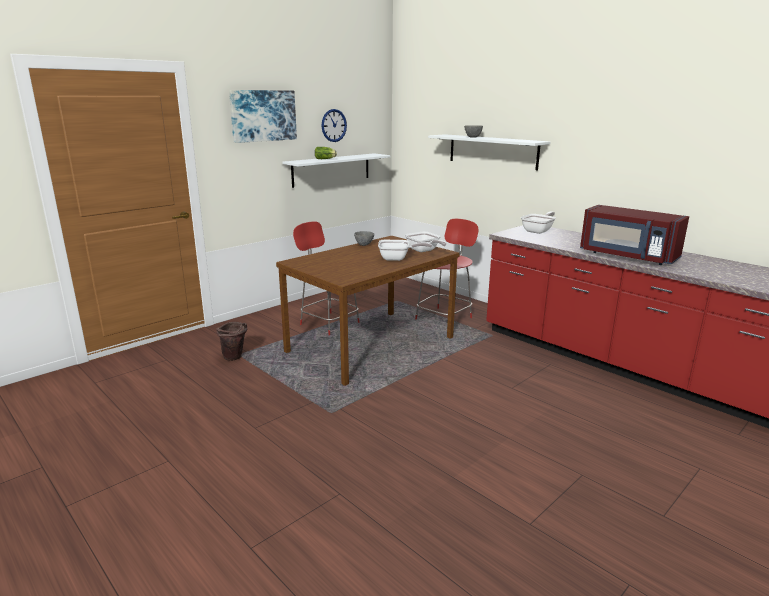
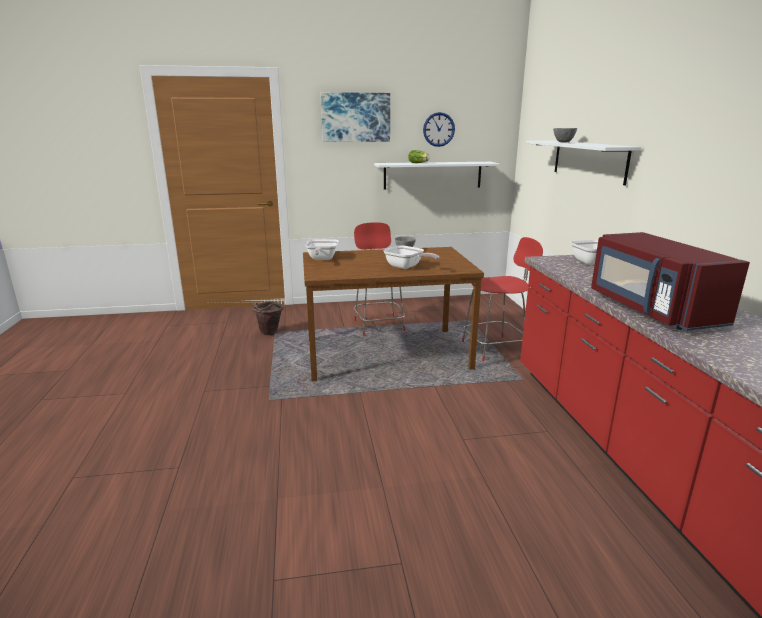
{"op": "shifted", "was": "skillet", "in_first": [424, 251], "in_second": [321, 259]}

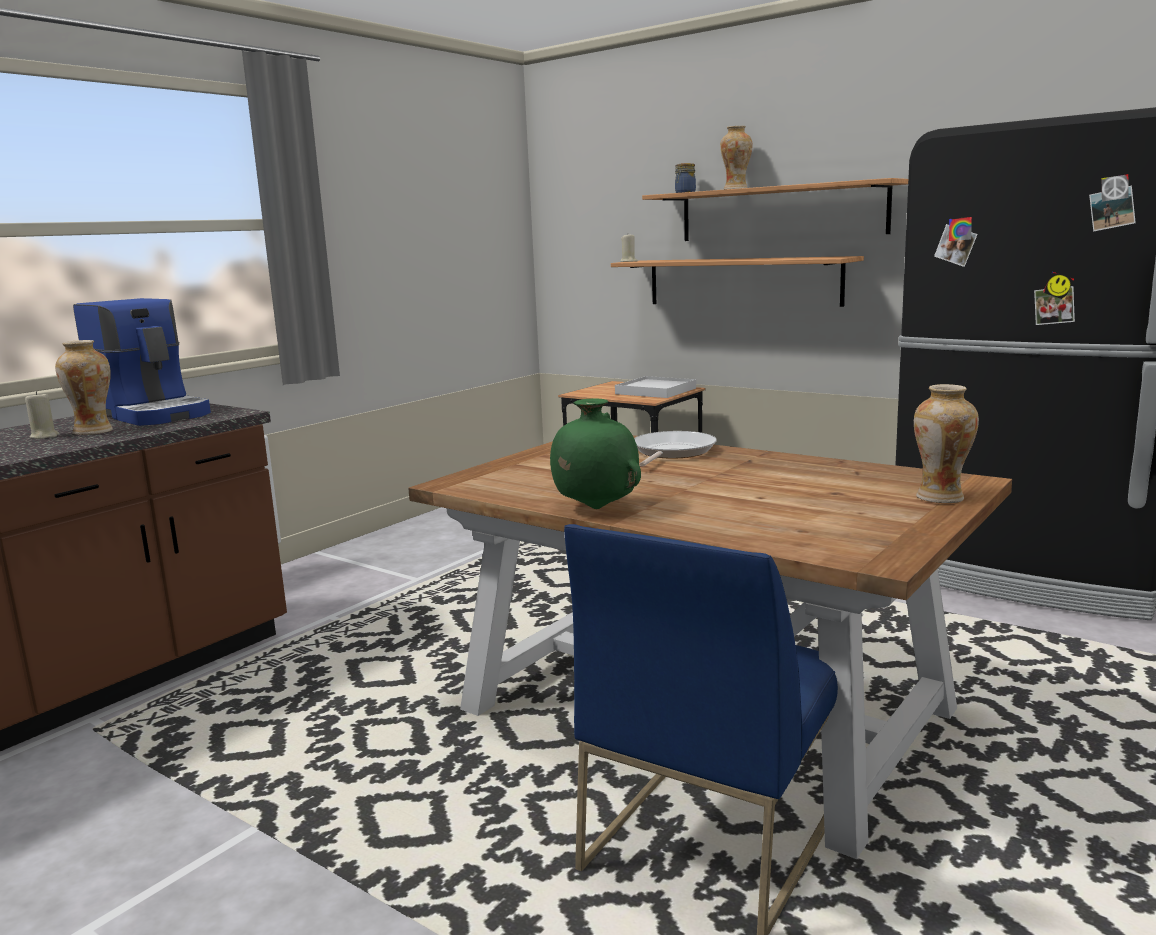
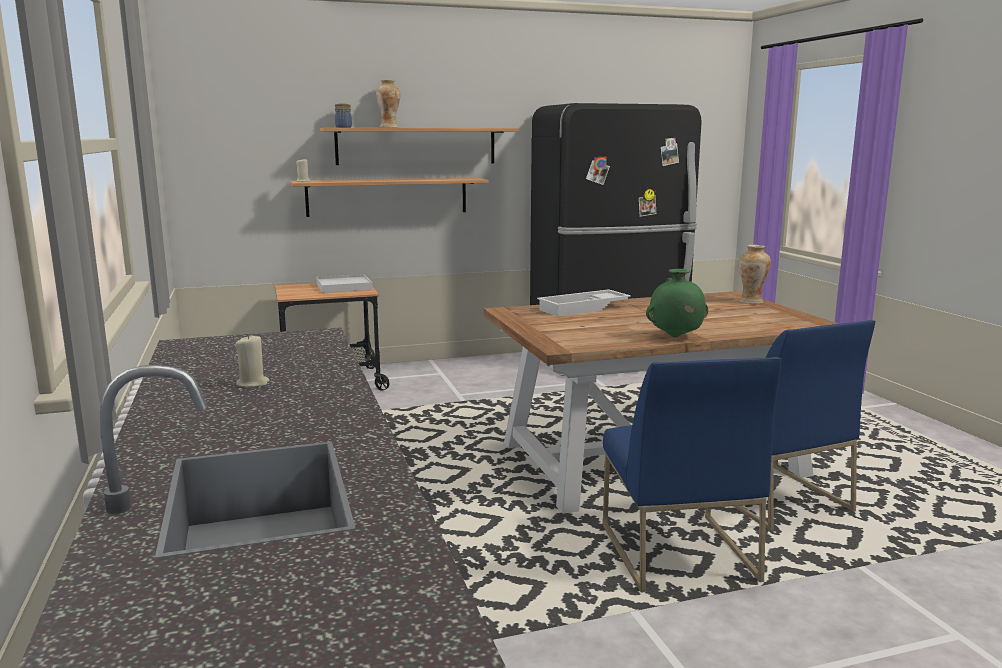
{"op": "gone", "was": "decorative vase", "in_first": [93, 431]}
{"op": "gone", "was": "coffee brewer", "in_first": [153, 413]}
{"op": "swapped", "was": "skillet", "now": "carrying tray (white-coloured)", "in_first": [671, 452], "in_second": [583, 309]}
{"op": "new", "now": "chair (blue-coloured)", "in_second": [675, 551]}

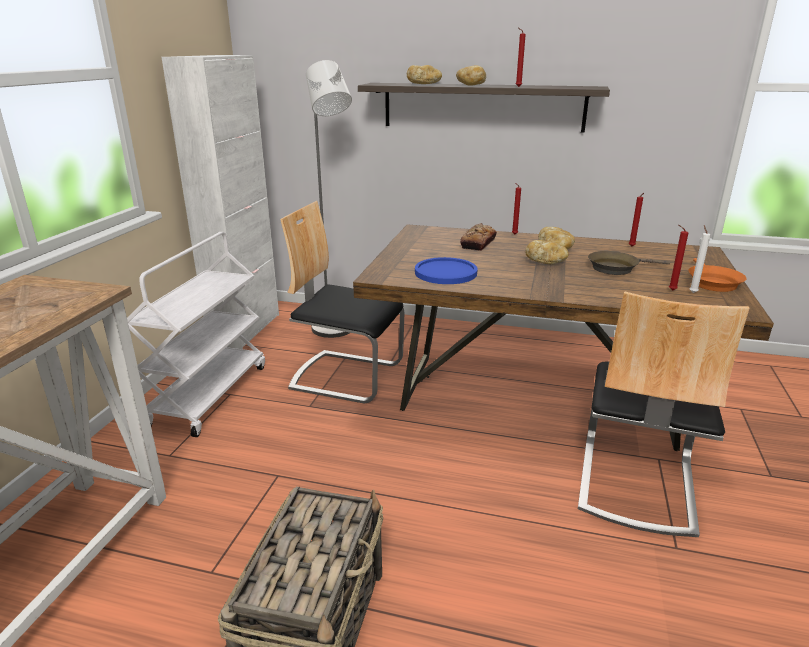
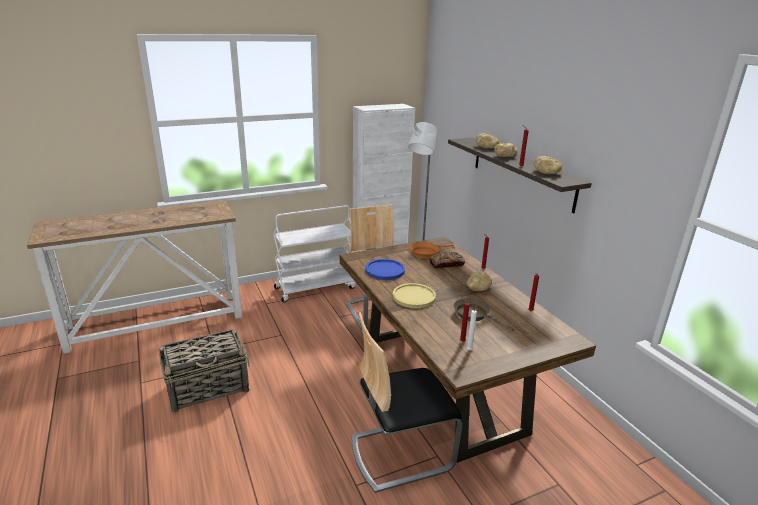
{"op": "shifted", "was": "bread", "in_first": [546, 261], "in_second": [547, 172]}
{"op": "shifted", "was": "skillet (orange)", "in_first": [712, 282], "in_second": [426, 253]}
{"op": "new", "now": "plate (yellow-coloured)", "in_second": [414, 297]}

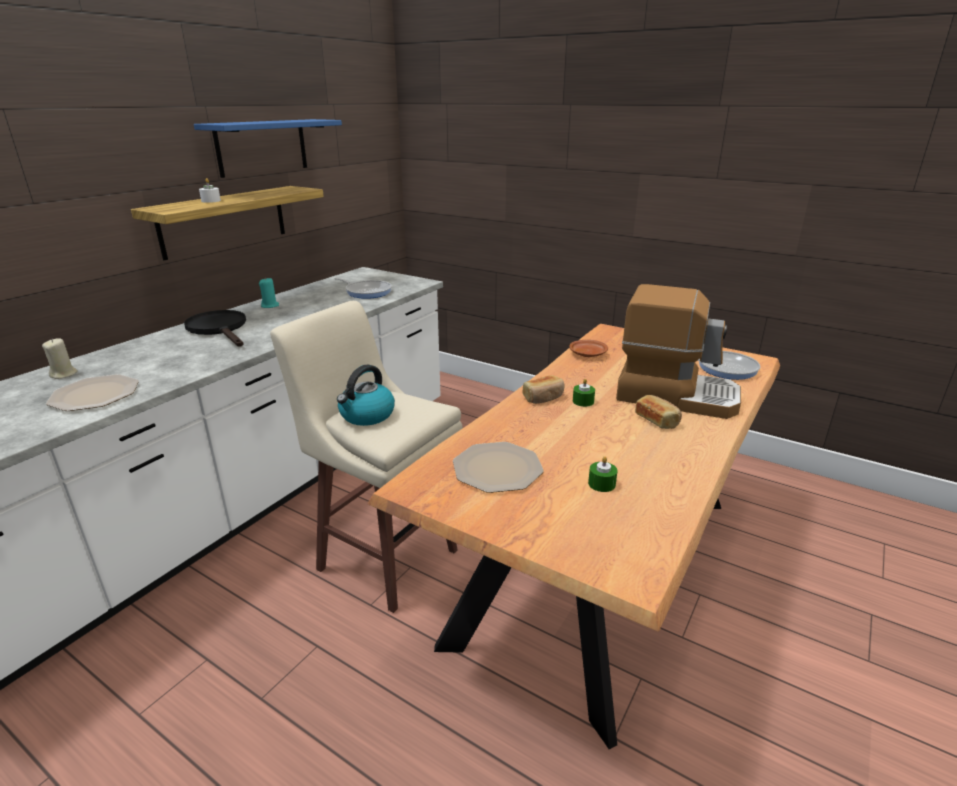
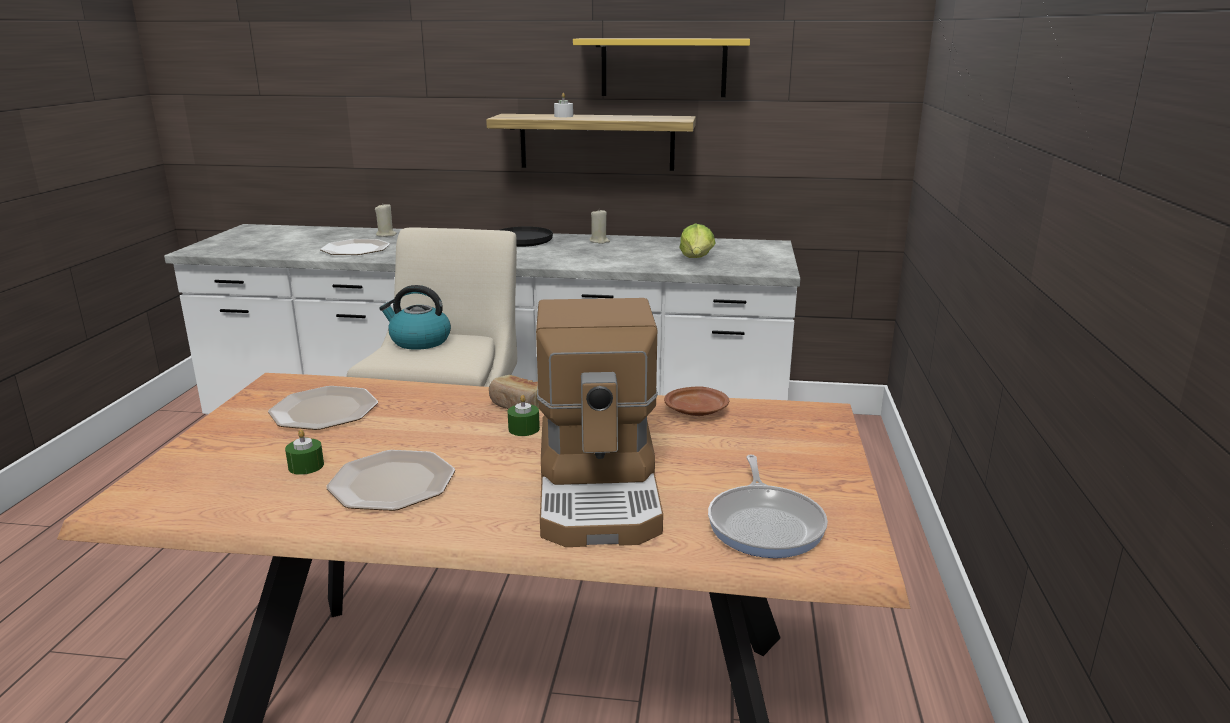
{"op": "repainted", "was": "bracket shelf (blue-coloured)", "now": "bracket shelf (yellow-coloured)", "in_first": [262, 147], "in_second": [663, 67]}
{"op": "repainted", "was": "wax candle (blue-green)", "now": "wax candle (sand-coloured)", "in_first": [270, 305], "in_second": [599, 241]}
{"op": "swapped", "was": "skillet", "now": "head of lettuce", "in_first": [367, 292], "in_second": [697, 259]}
{"op": "gone", "was": "bread", "in_first": [657, 420]}
{"op": "new", "now": "plate", "in_second": [391, 482]}

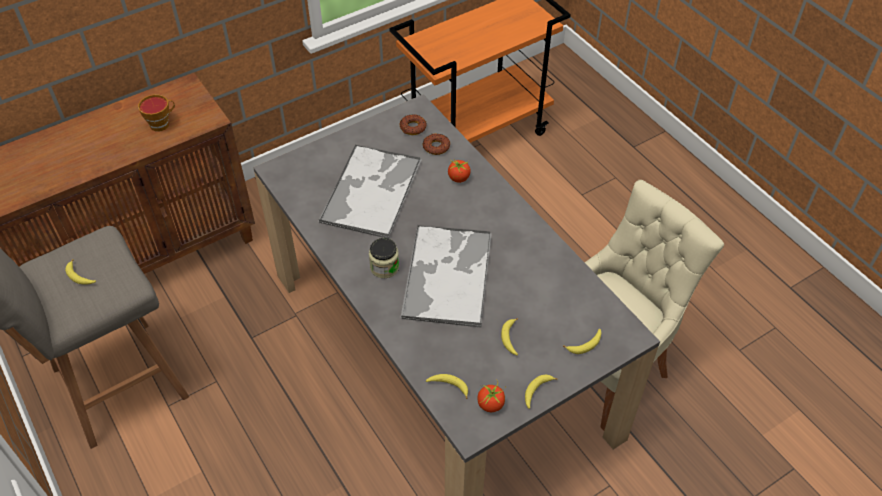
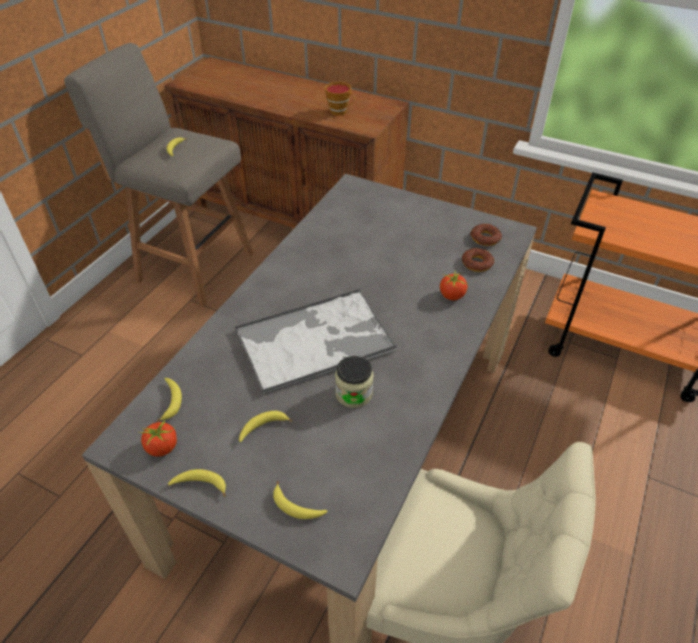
{"op": "gone", "was": "carrying tray", "in_first": [372, 191]}
{"op": "shifted", "was": "preserve jar", "in_first": [384, 267], "in_second": [354, 393]}

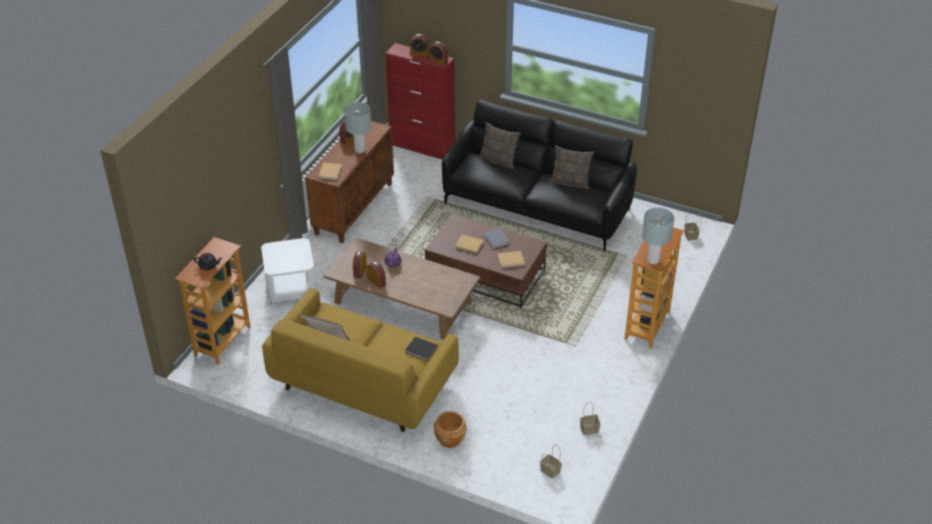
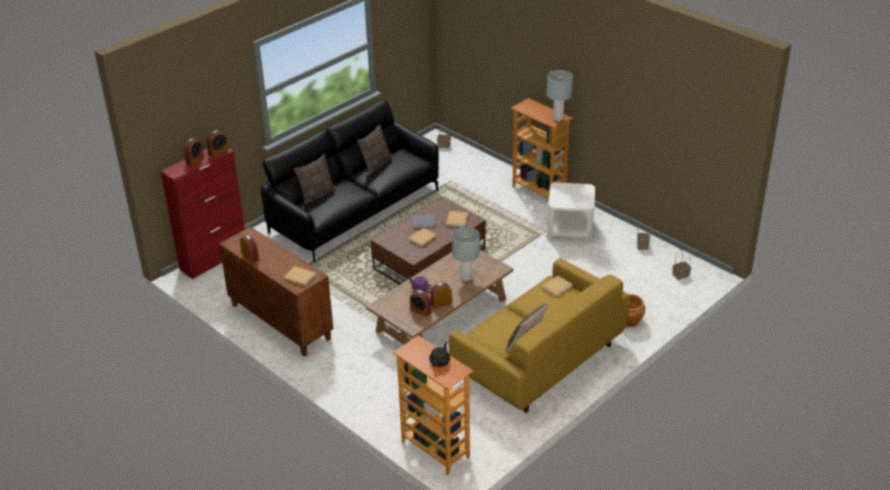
{"op": "shifted", "was": "end table (white-coloured)", "in_first": [291, 288], "in_second": [570, 228]}
{"op": "shifted", "was": "table lamp (gray)", "in_first": [359, 150], "in_second": [466, 277]}
{"op": "repainted", "was": "book (black-coloured)", "now": "book (sand-coloured)", "in_first": [422, 350], "in_second": [557, 287]}

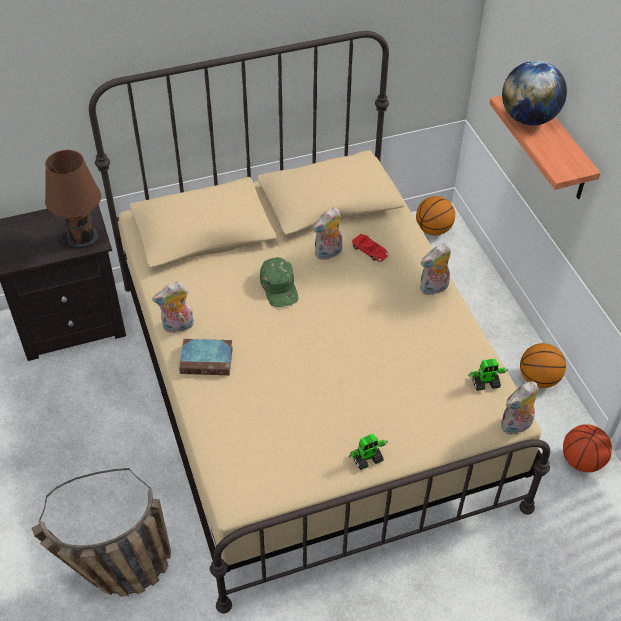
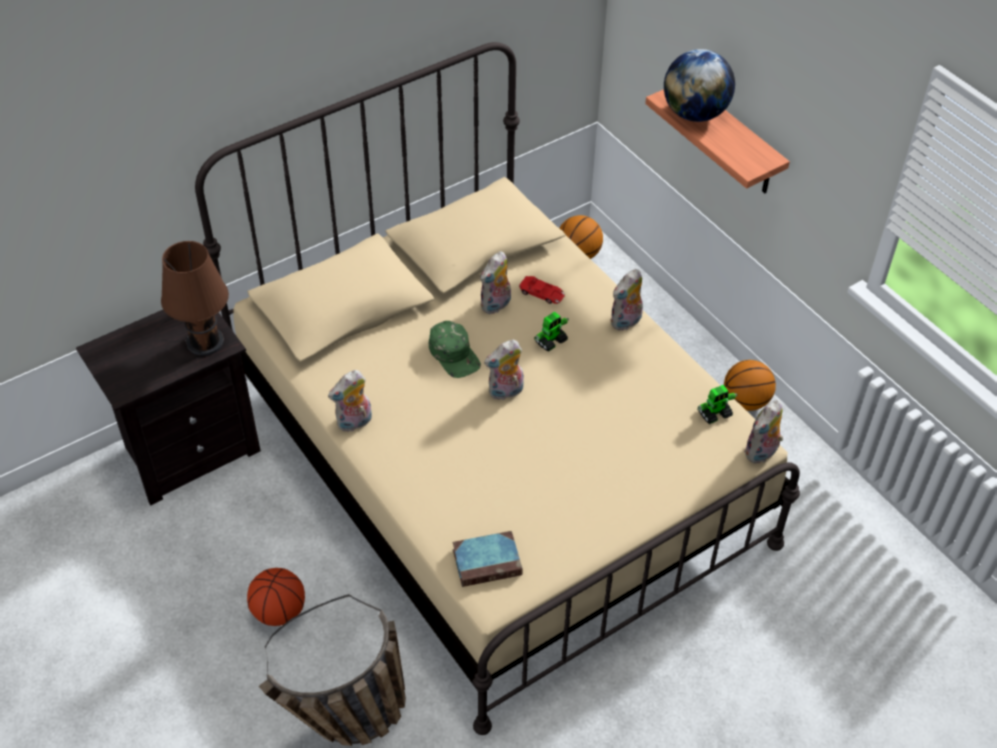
{"op": "shifted", "was": "book", "in_first": [208, 360], "in_second": [488, 561]}
{"op": "shifted", "was": "robot figure", "in_first": [367, 458], "in_second": [551, 341]}
{"op": "shifted", "was": "ball for basketball", "in_first": [581, 460], "in_second": [279, 611]}
{"op": "new", "now": "soft toy", "in_second": [506, 392]}

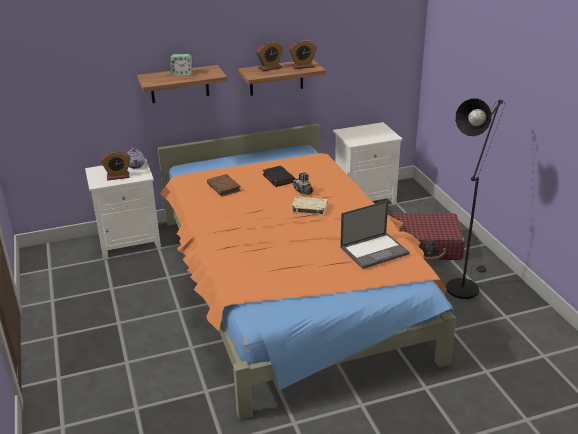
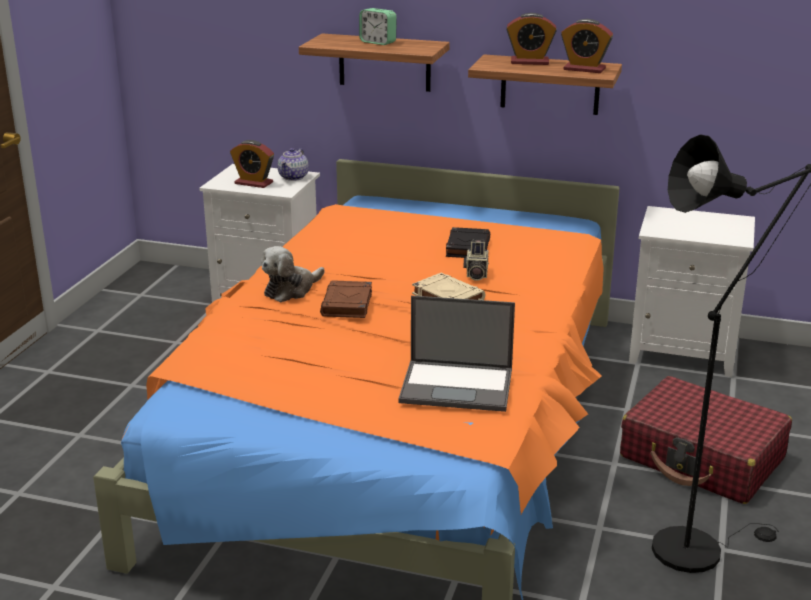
{"op": "shifted", "was": "book (brown)", "in_first": [224, 188], "in_second": [347, 304]}
{"op": "new", "now": "soft toy", "in_second": [291, 290]}

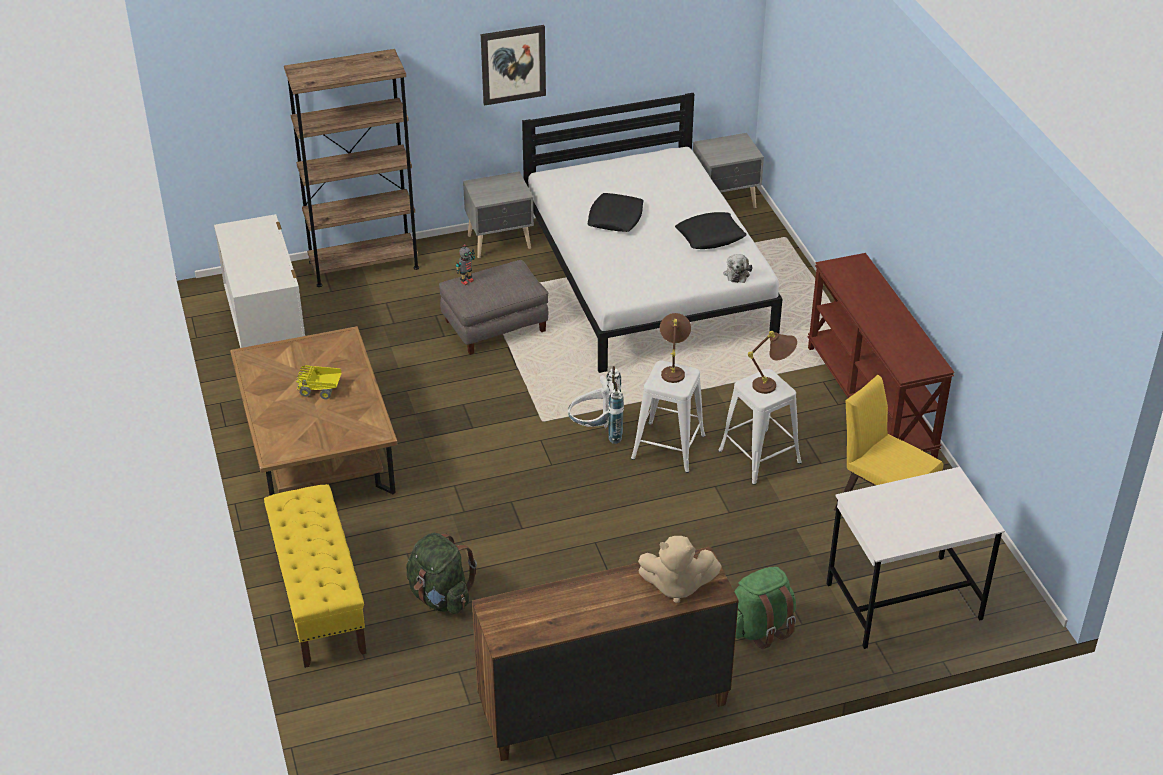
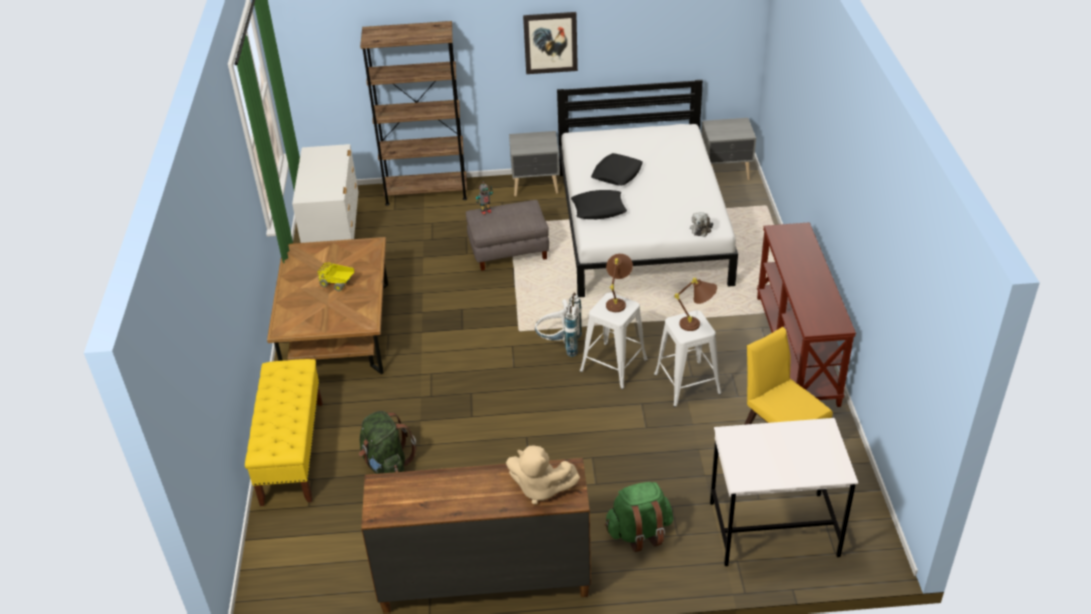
{"op": "shifted", "was": "throw pillow (black-coloured)", "in_first": [710, 236], "in_second": [599, 209]}

